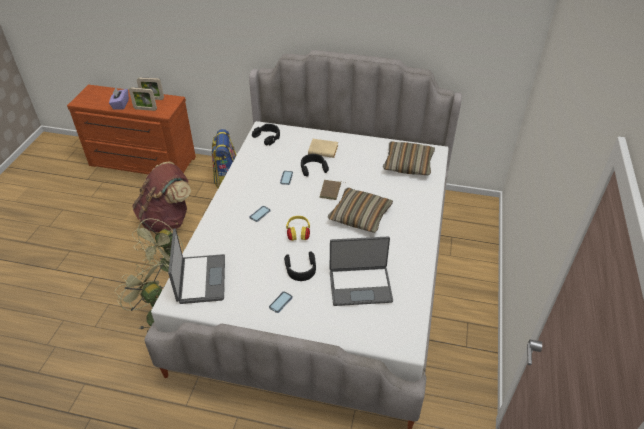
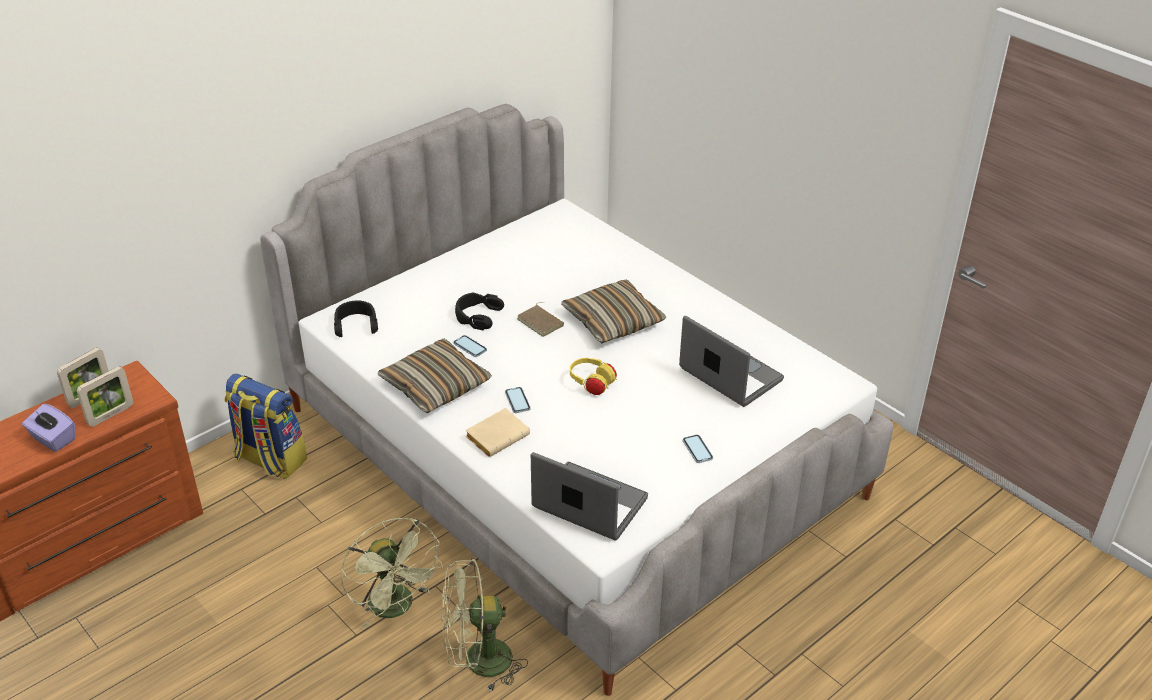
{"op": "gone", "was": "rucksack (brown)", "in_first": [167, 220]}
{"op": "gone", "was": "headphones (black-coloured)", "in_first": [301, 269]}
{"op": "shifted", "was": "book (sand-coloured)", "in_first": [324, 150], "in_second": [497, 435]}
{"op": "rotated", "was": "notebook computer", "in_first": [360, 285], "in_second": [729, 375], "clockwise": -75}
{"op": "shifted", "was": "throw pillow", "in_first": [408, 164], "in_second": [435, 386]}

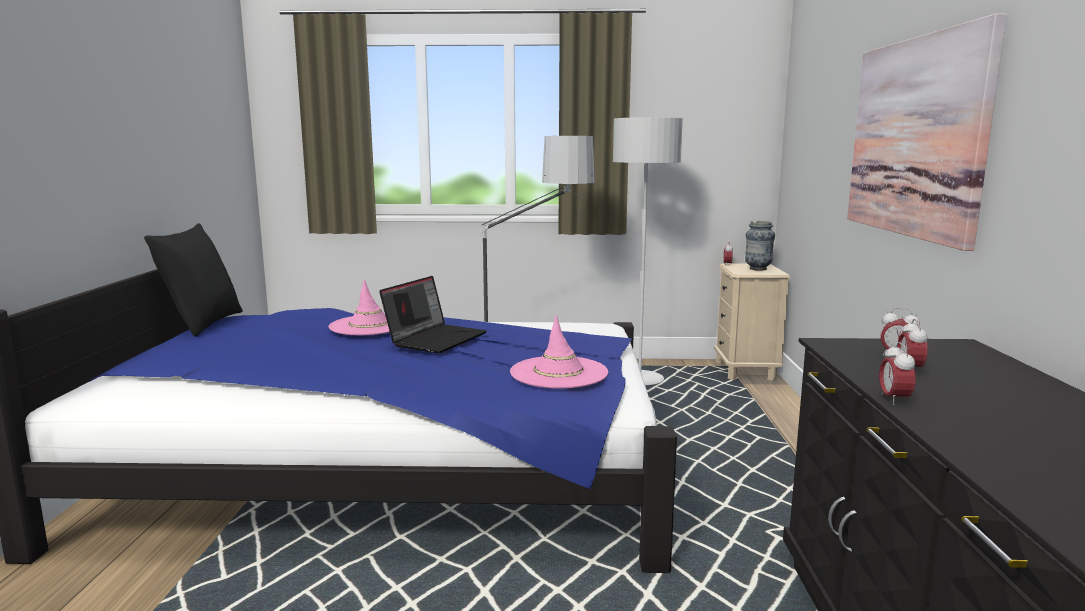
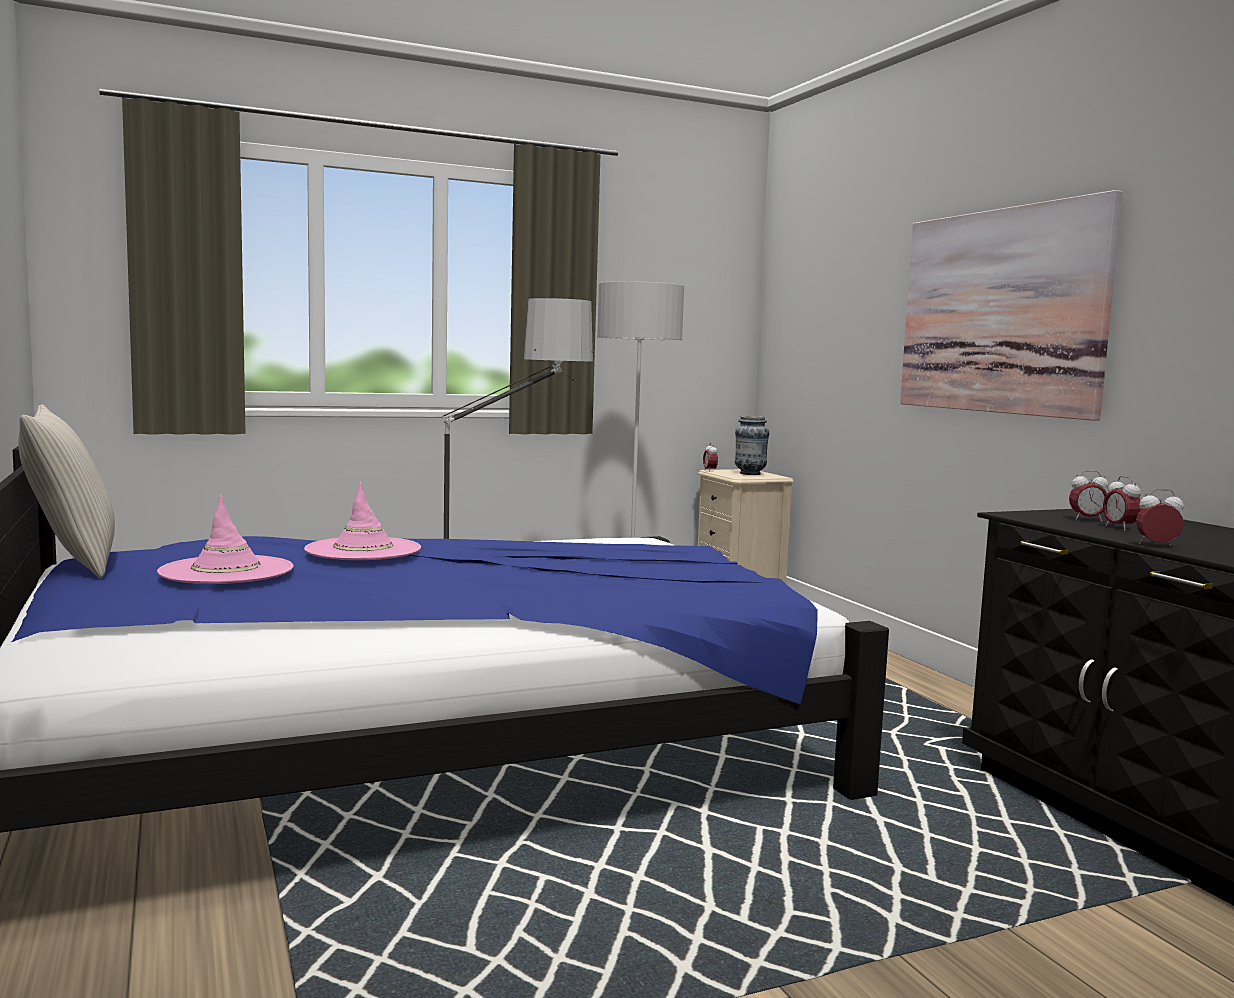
{"op": "repainted", "was": "throw pillow (black-coloured)", "now": "throw pillow (sand-coloured)", "in_first": [202, 324], "in_second": [73, 563]}
{"op": "gone", "was": "notebook computer", "in_first": [436, 339]}
{"op": "shifted", "was": "wearable hat (pink)", "in_first": [559, 373], "in_second": [227, 571]}
{"op": "rotated", "was": "alarm clock", "in_first": [894, 400], "in_second": [1156, 545], "clockwise": 120}

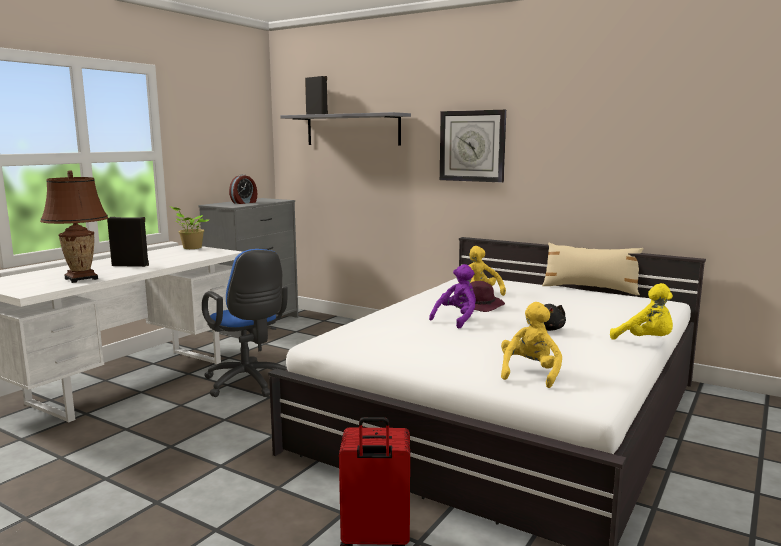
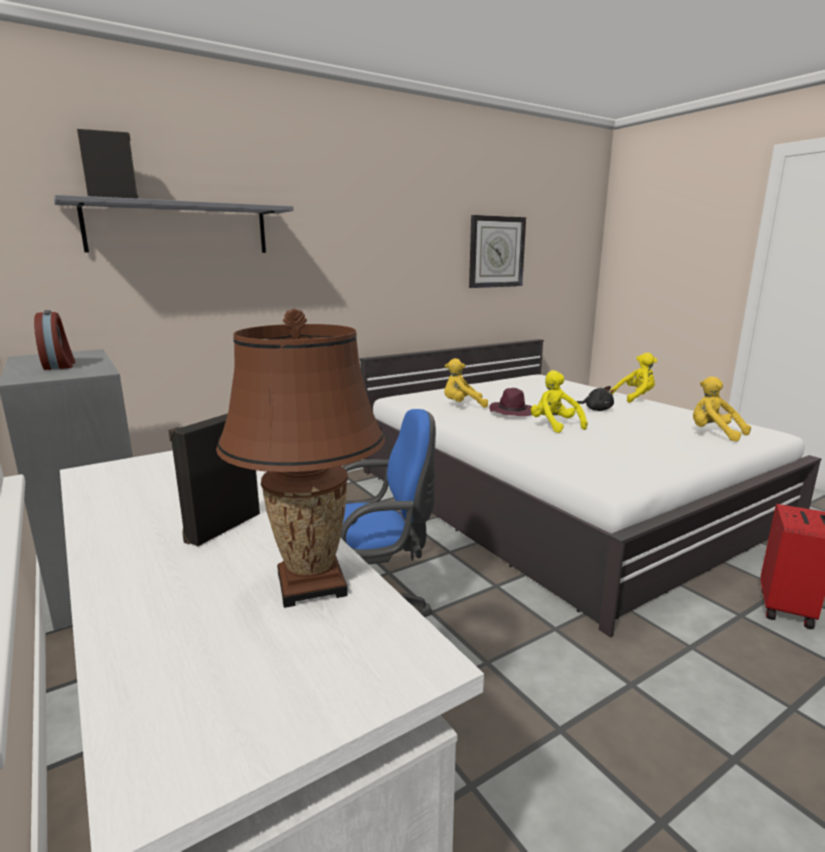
{"op": "gone", "was": "plant in a pot", "in_first": [191, 248]}
{"op": "repainted", "was": "soft toy (purple-coloured)", "now": "soft toy (yellow-coloured)", "in_first": [457, 319], "in_second": [554, 425]}
{"op": "shifted", "was": "wall clock", "in_first": [472, 146], "in_second": [496, 252]}
{"op": "gone", "was": "throw pillow (sand-coloured)", "in_first": [590, 289]}

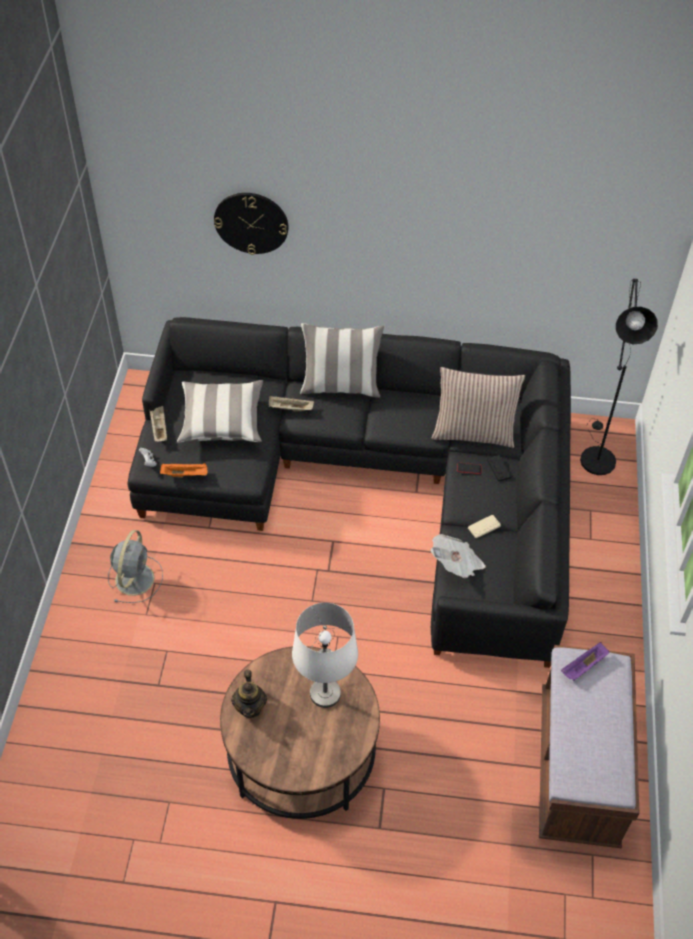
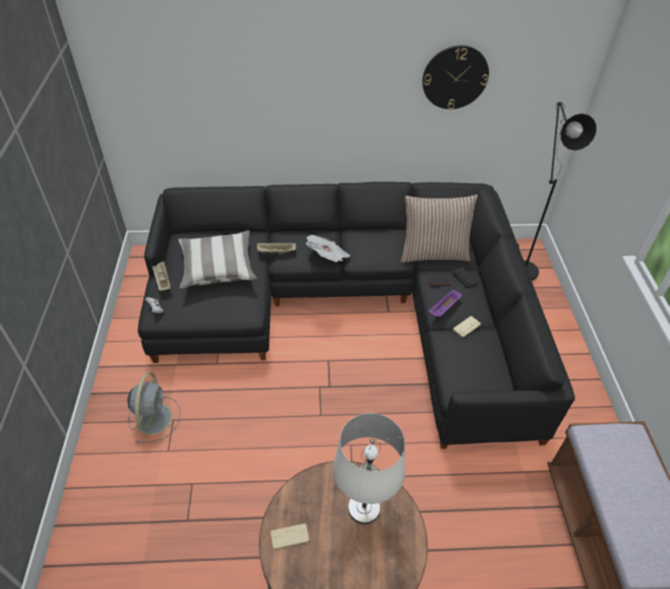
{"op": "gone", "was": "carrying tray (orange)", "in_first": [185, 474]}
{"op": "shifted", "was": "wall clock", "in_first": [251, 222], "in_second": [455, 77]}
{"op": "swapped", "was": "teapot", "now": "joypad (sand-coloured)", "in_first": [250, 707], "in_second": [289, 536]}
{"op": "gone", "was": "throw pillow", "in_first": [341, 386]}
{"op": "shifted", "was": "newspaper", "in_first": [456, 564], "in_second": [328, 257]}
{"op": "shifted", "was": "carrying tray (purple-coloured)", "in_first": [583, 667], "in_second": [444, 308]}

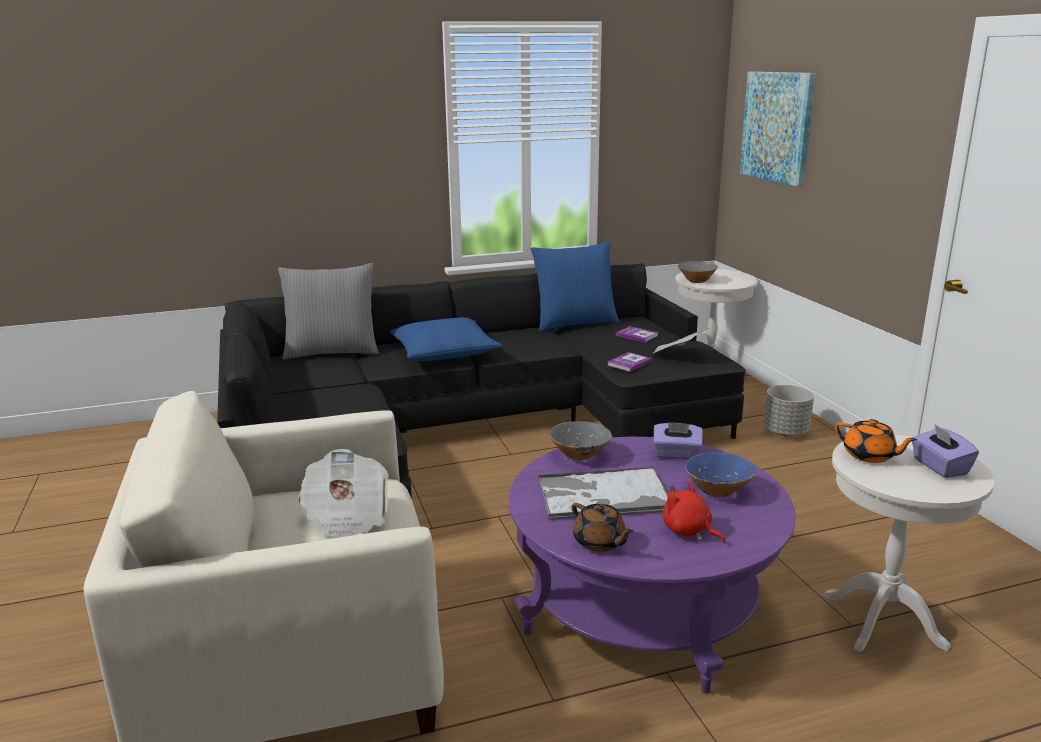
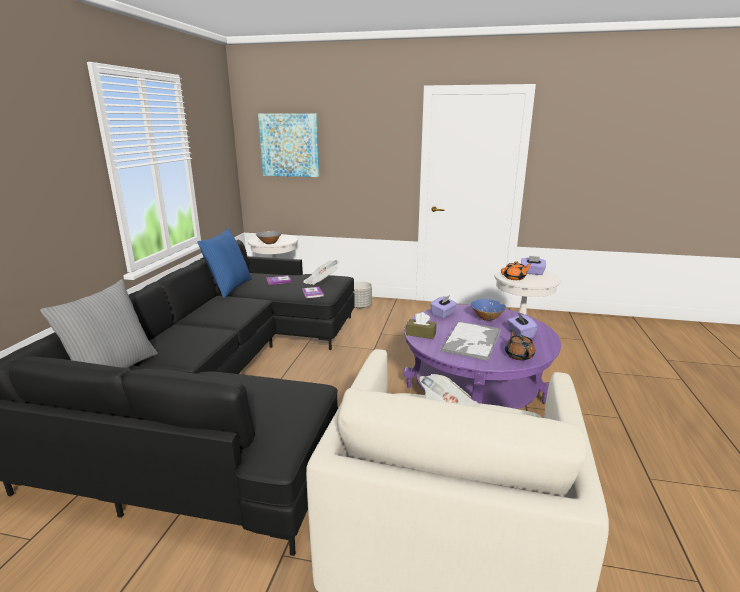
{"op": "gone", "was": "throw pillow (blue-coloured)", "in_first": [444, 352]}
{"op": "swapped", "was": "serving bowl (gray)", "now": "box of tissues (brown)", "in_first": [579, 455], "in_second": [421, 334]}
{"op": "rotated", "was": "teapot (brown)", "in_first": [600, 542], "in_second": [519, 355], "clockwise": -90}
{"op": "swapped", "was": "soft toy (reddish)", "now": "box of tissues (purple-coloured)", "in_first": [688, 531], "in_second": [520, 334]}

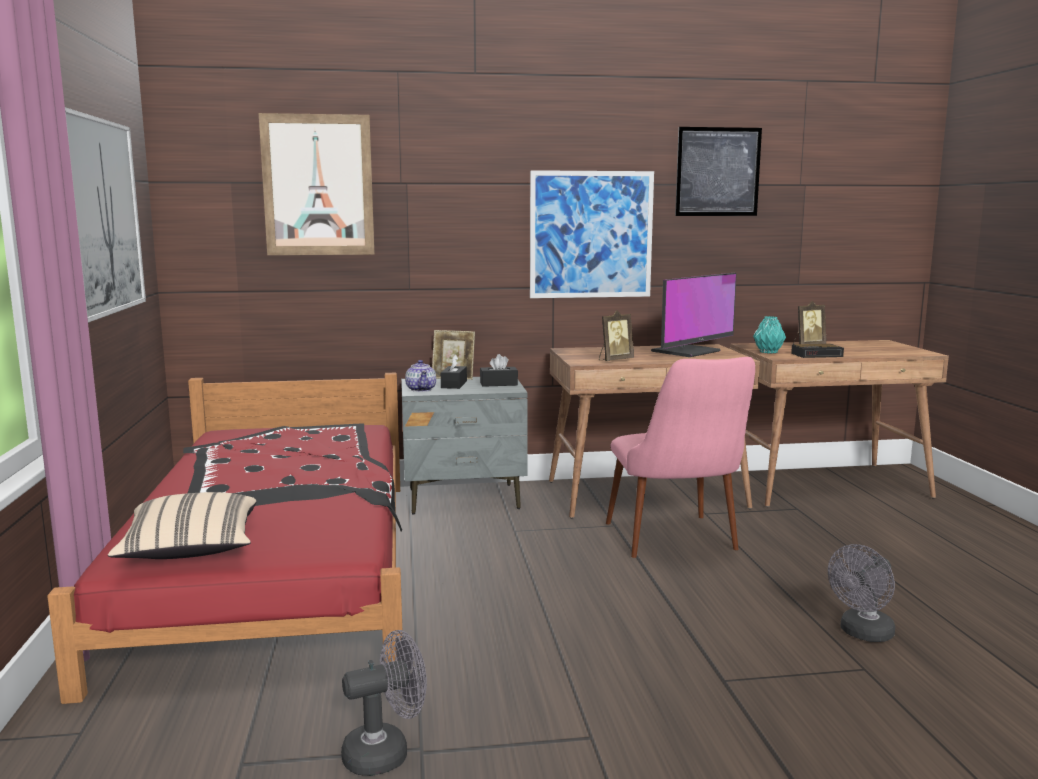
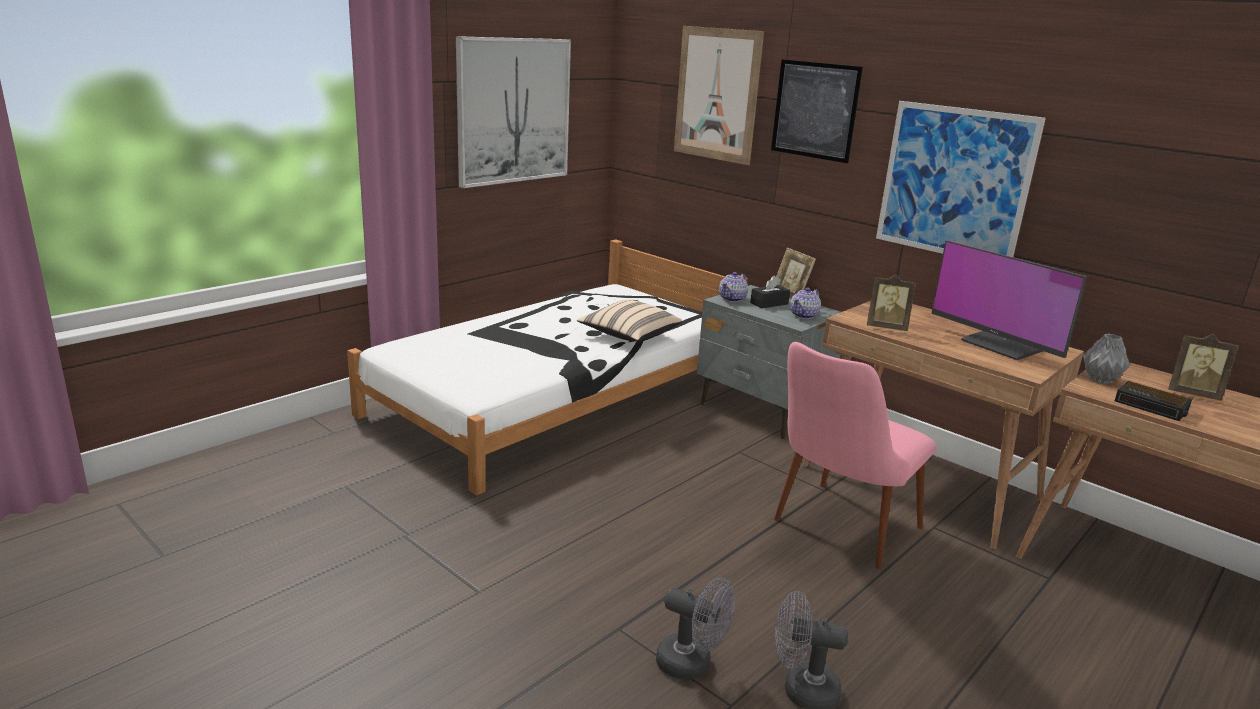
{"op": "repainted", "was": "bedroom bed (reddish)", "now": "bedroom bed (white-coloured)", "in_first": [277, 566], "in_second": [558, 397]}
{"op": "shifted", "was": "throw pillow (sand-coloured)", "in_first": [190, 550], "in_second": [629, 336]}
{"op": "shifted", "was": "cooling fan (gray)", "in_first": [386, 753], "in_second": [692, 664]}
{"op": "swapped", "was": "box of tissues (black-coloured)", "now": "teapot", "in_first": [498, 384], "in_second": [804, 315]}
{"op": "rotated", "was": "computer display", "in_first": [687, 351], "in_second": [1002, 345], "clockwise": 45}
{"op": "shifted", "was": "wall picture", "in_first": [717, 172], "in_second": [815, 110]}
{"op": "repainted", "was": "decorative vase (blue-green)", "now": "decorative vase (gray)", "in_first": [769, 352], "in_second": [1101, 380]}

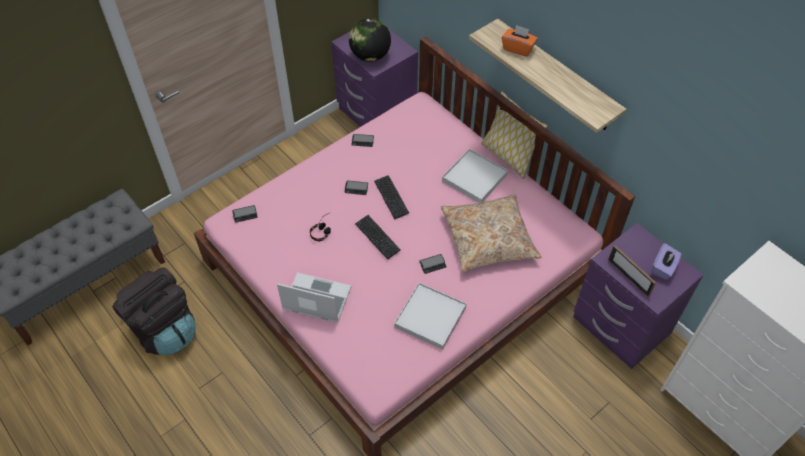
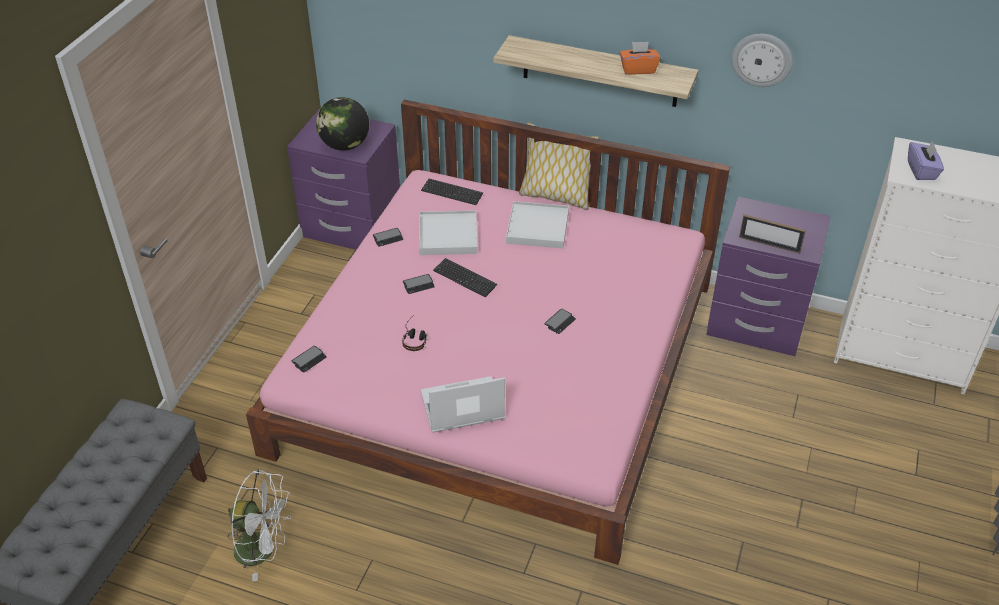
{"op": "swapped", "was": "rucksack (black-coloured)", "now": "cooling fan (white-coloured)", "in_first": [164, 329], "in_second": [263, 550]}
{"op": "shifted", "was": "PC keyboard", "in_first": [377, 237], "in_second": [452, 193]}
{"op": "shifted", "was": "carrying tray (white-coloured)", "in_first": [430, 317], "in_second": [448, 235]}
{"op": "gone", "was": "throw pillow (sand-coloured)", "in_first": [488, 239]}
{"op": "shifted", "was": "box of tissues (orange)", "in_first": [518, 48], "in_second": [638, 69]}
{"op": "shifted", "was": "box of tissues (purple-coloured)", "in_first": [663, 268], "in_second": [922, 171]}
{"op": "new", "now": "wall clock", "in_second": [762, 59]}

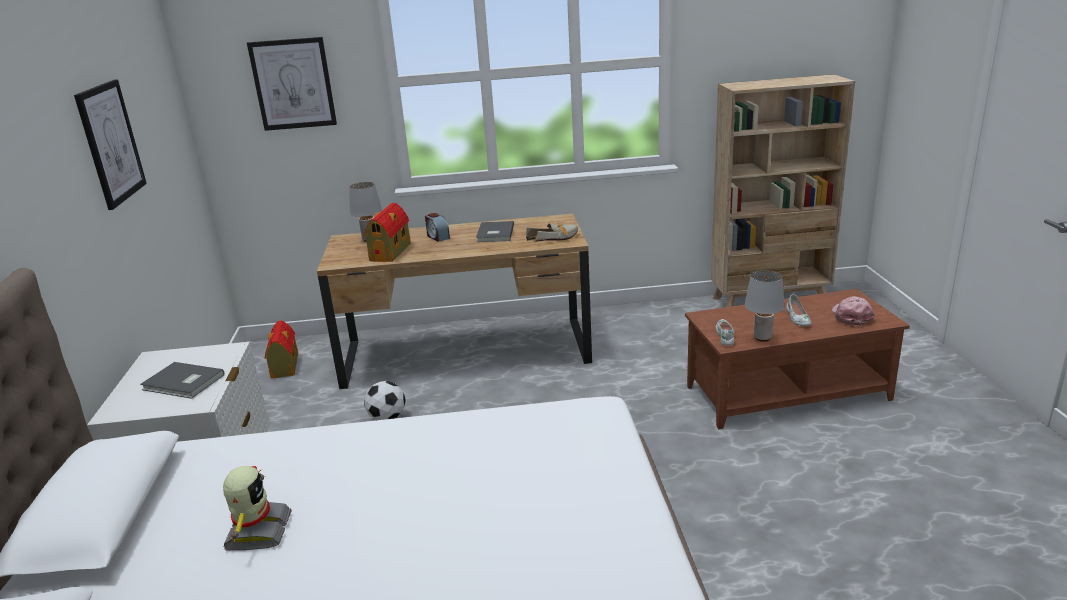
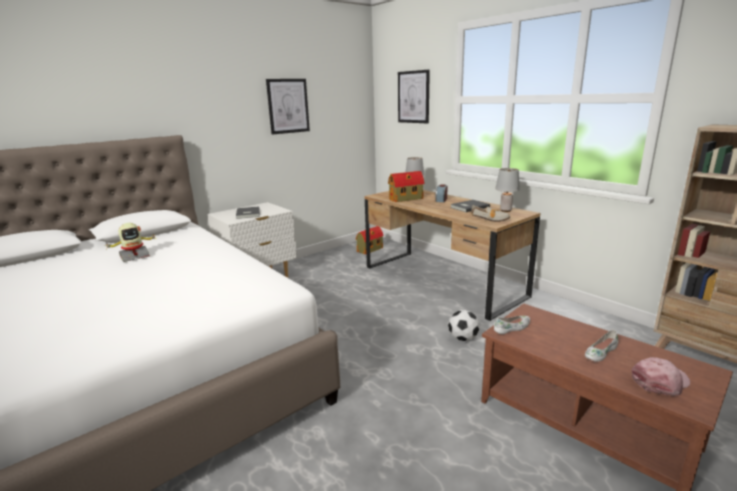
{"op": "shifted", "was": "football", "in_first": [387, 418], "in_second": [463, 338]}
{"op": "shifted", "was": "table lamp (gray)", "in_first": [762, 338], "in_second": [505, 210]}

